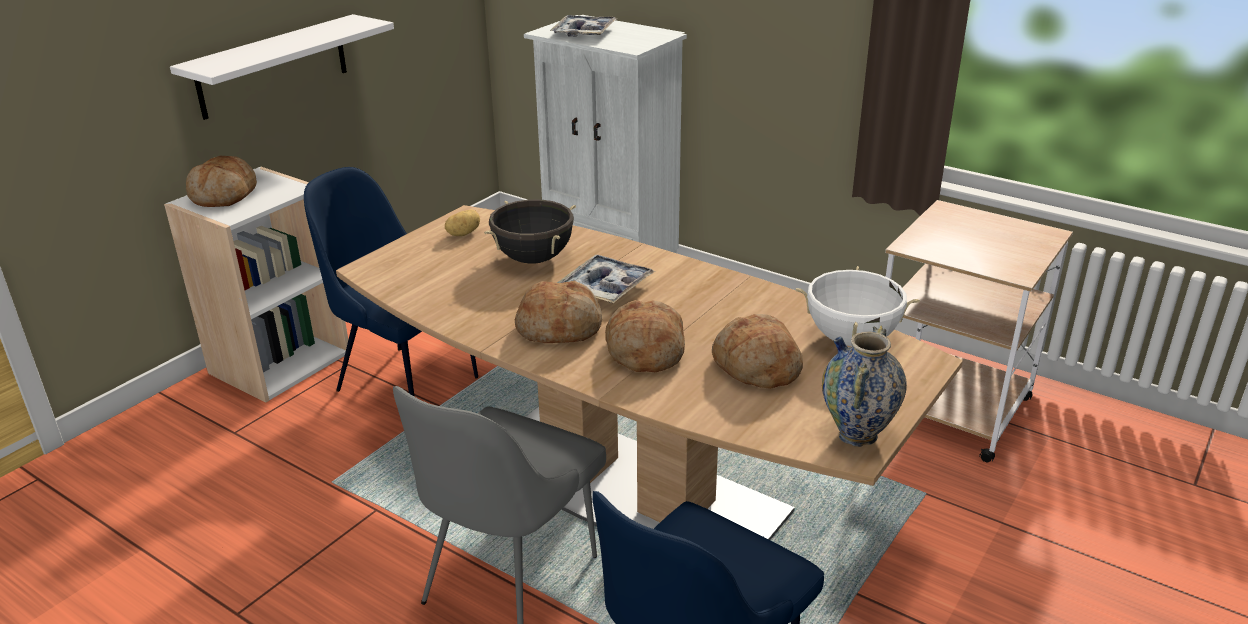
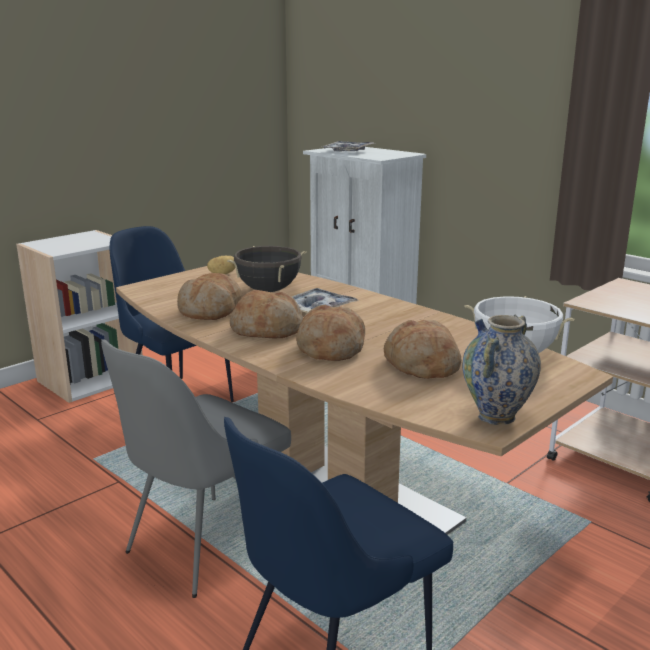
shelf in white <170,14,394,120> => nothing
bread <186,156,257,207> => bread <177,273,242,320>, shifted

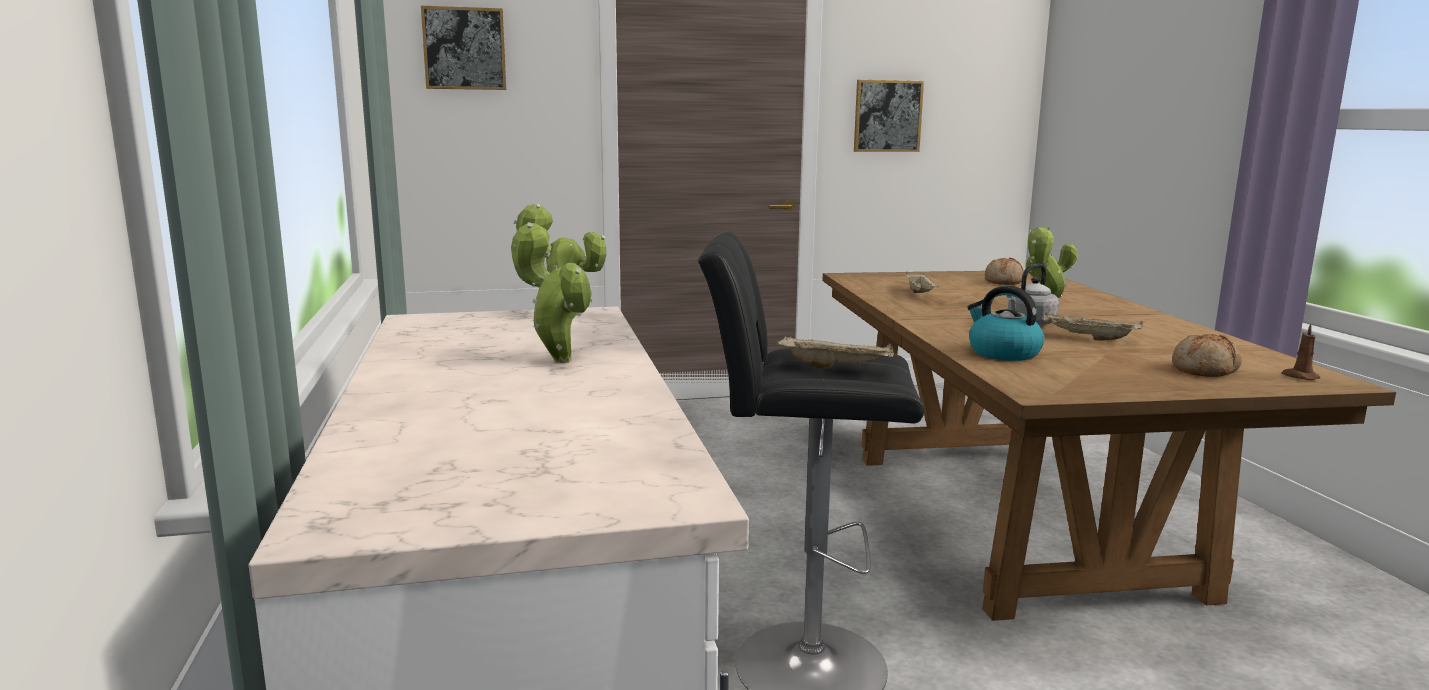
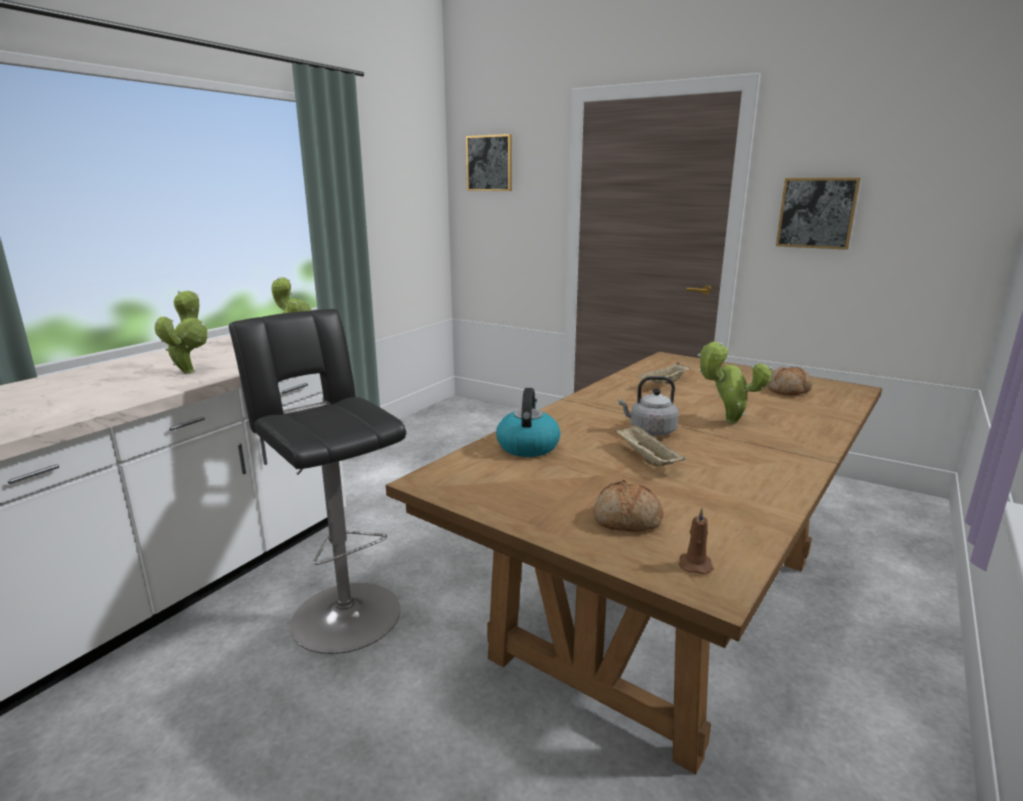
tray in beige <777,336,894,369> => nothing

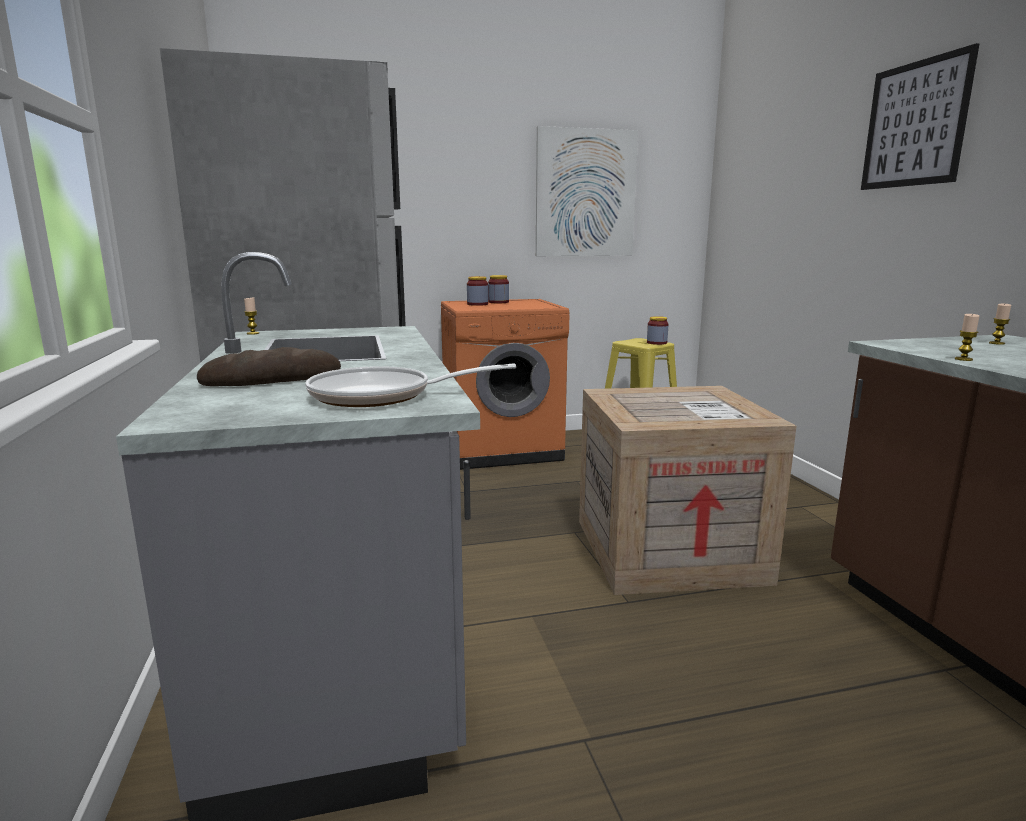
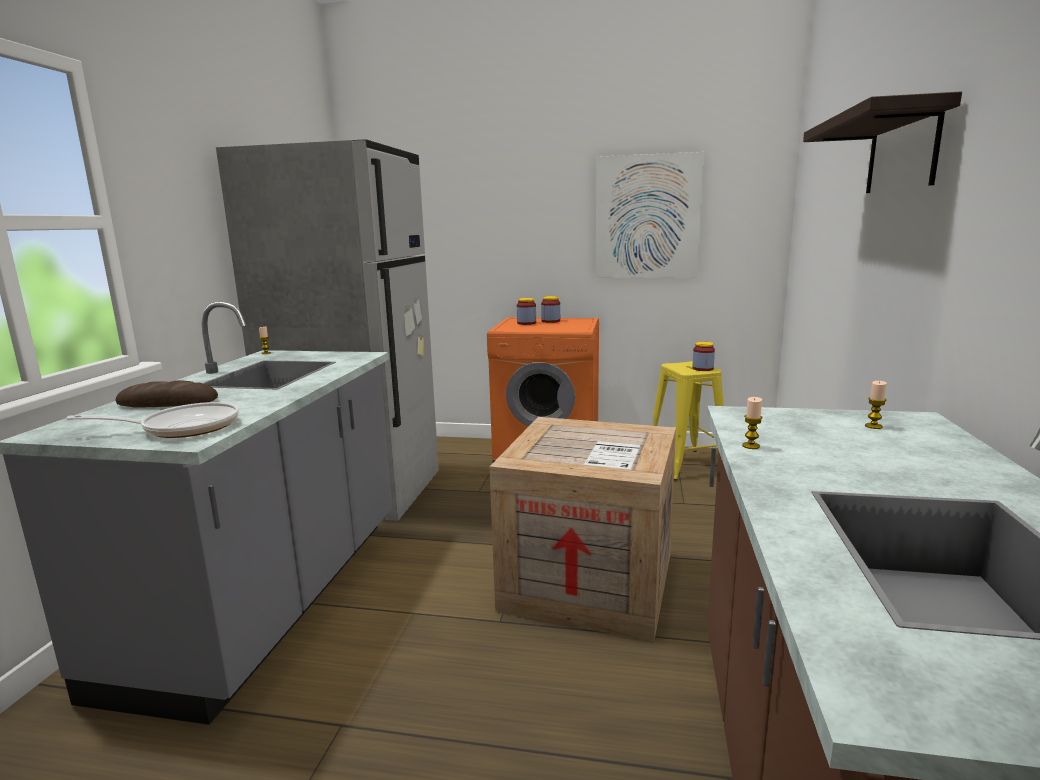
picture <861,43,979,190> => shelf <803,92,962,193>
frying pan <305,363,516,407> => frying pan <66,402,239,438>, 150 degrees clockwise

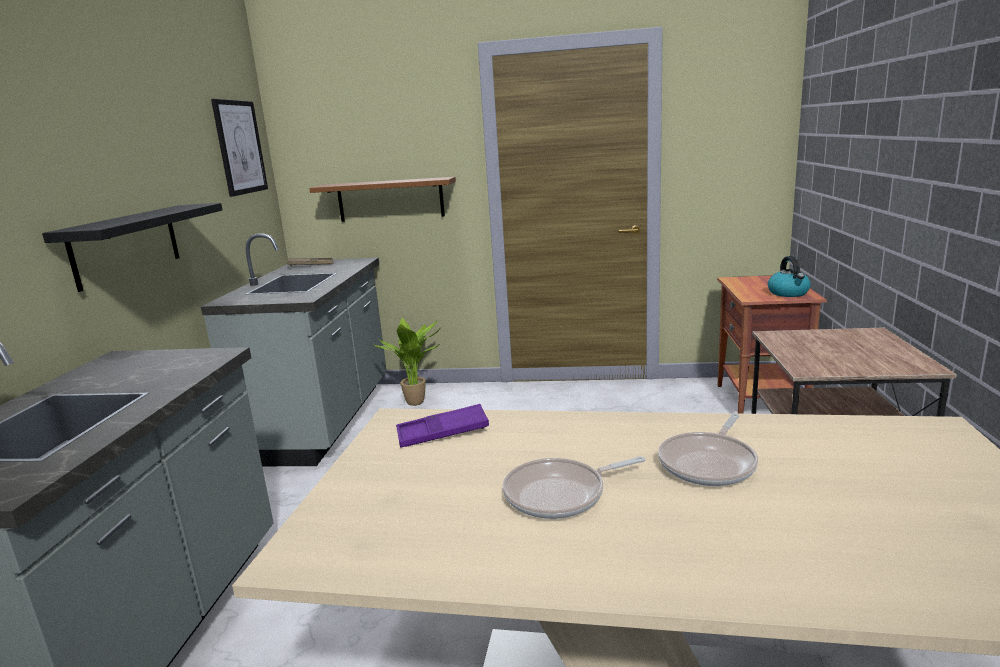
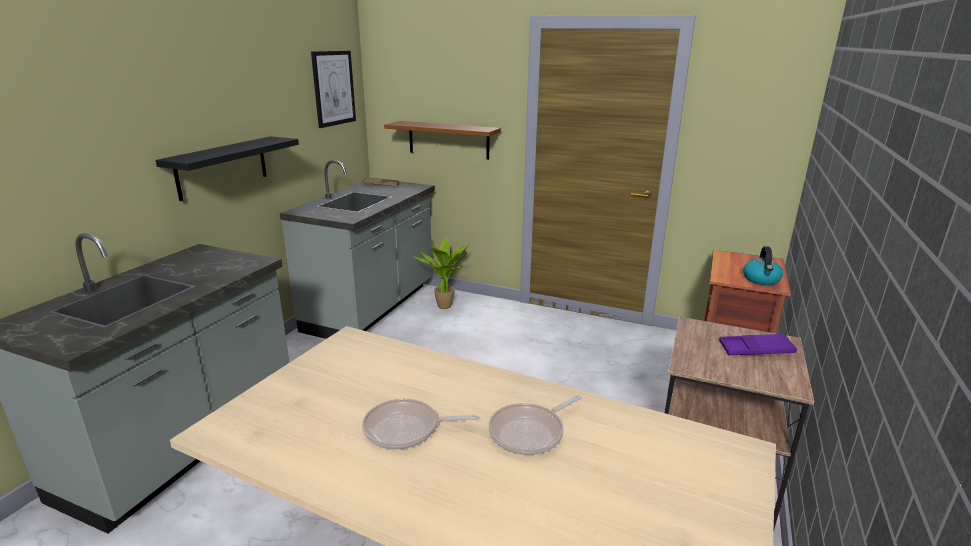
tray in purple <396,404,489,447> => tray in purple <719,334,797,355>, shifted

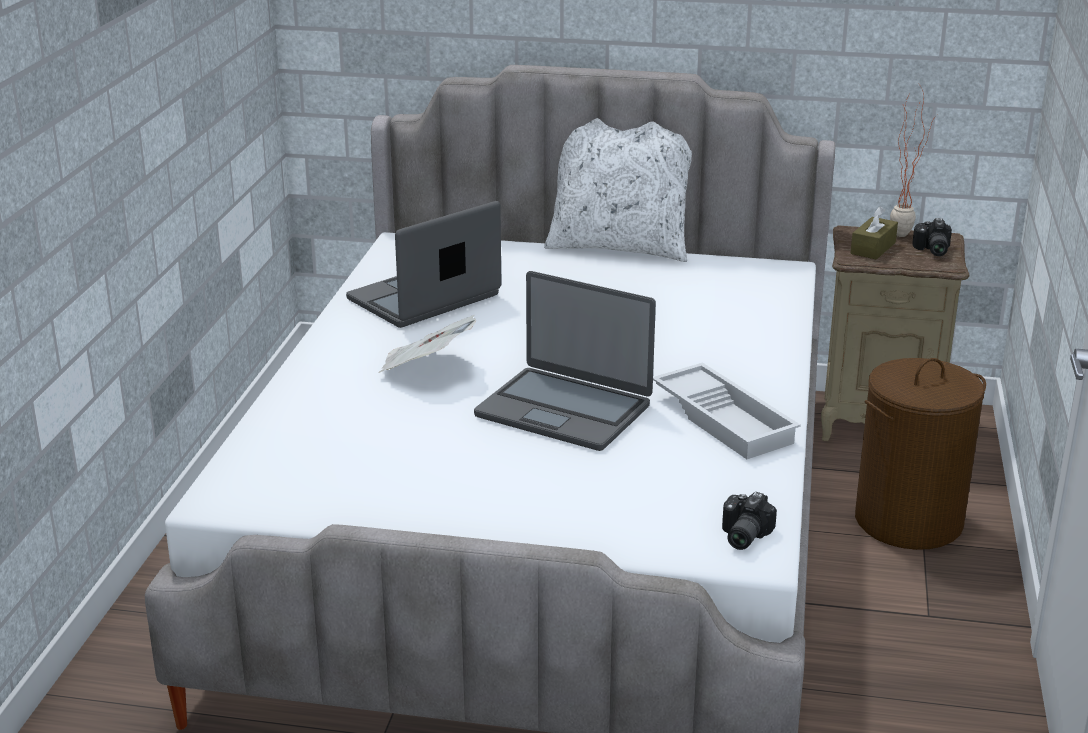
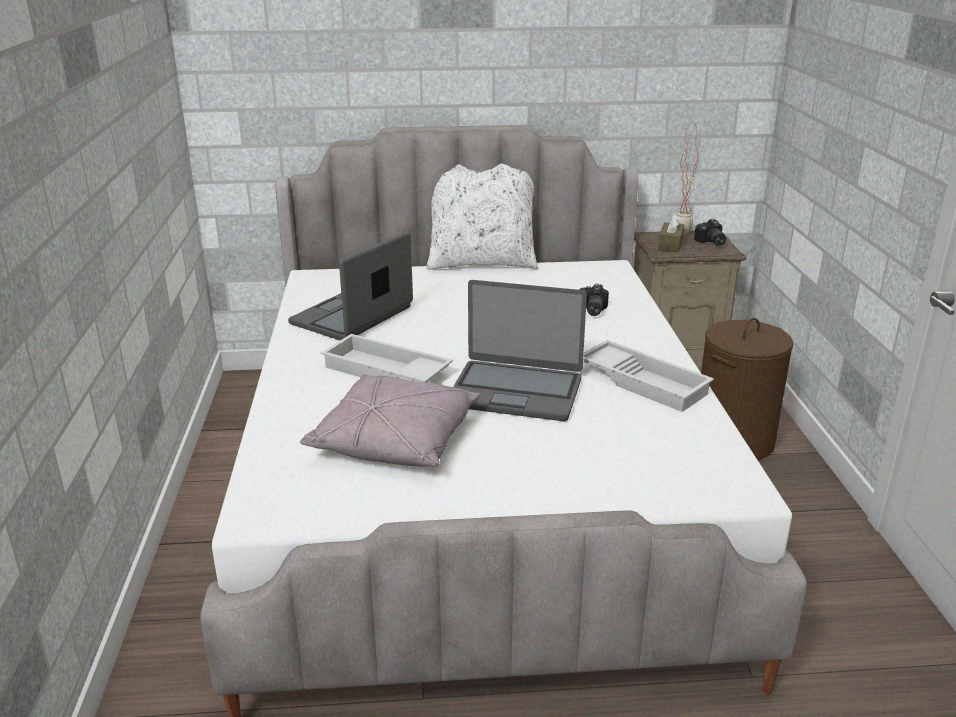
newspaper <378,315,477,373> => tray in white <321,334,453,383>
photo camera <722,492,777,550> => photo camera <580,284,609,316>, shifted
nothing => pillow in purple <300,374,481,466>

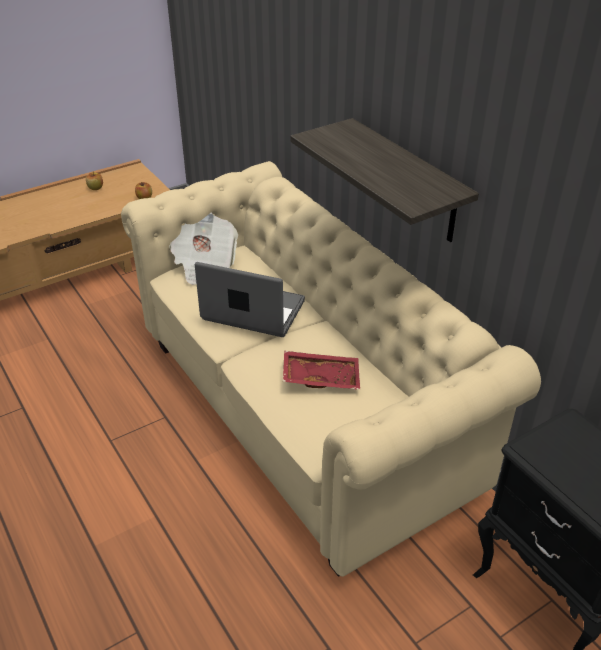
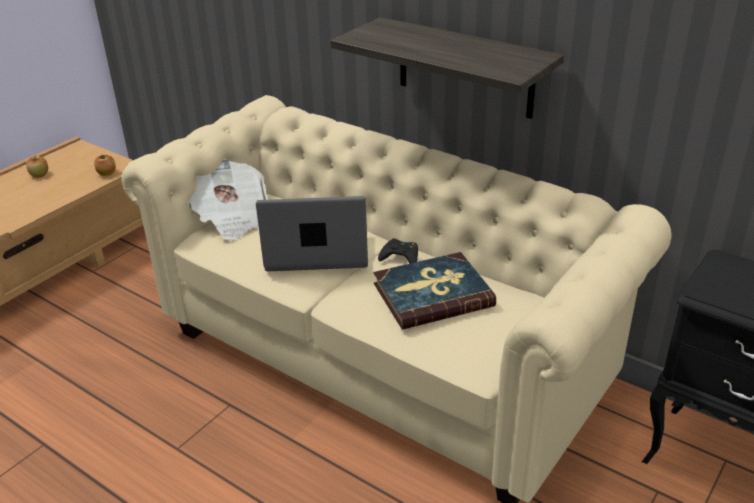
tray in red <283,351,360,390> => book <373,252,496,330>
nothing => game controller in black <378,238,418,264>

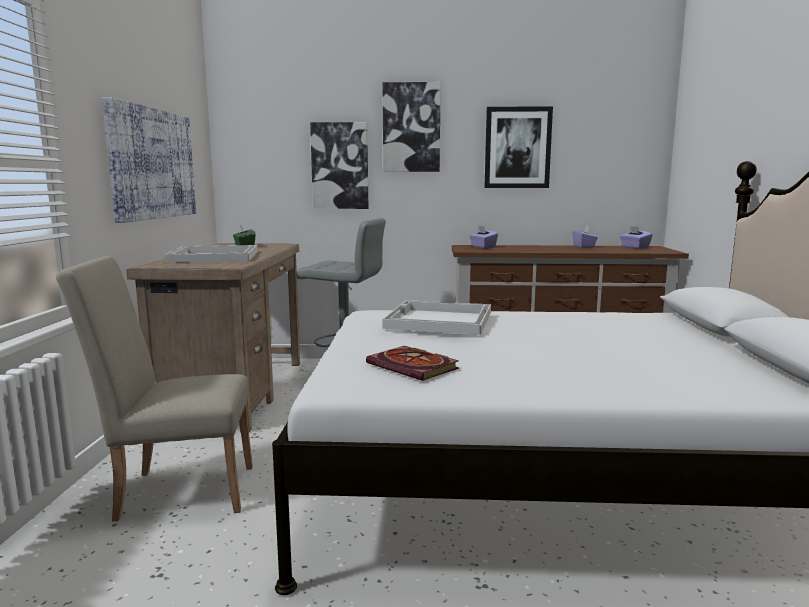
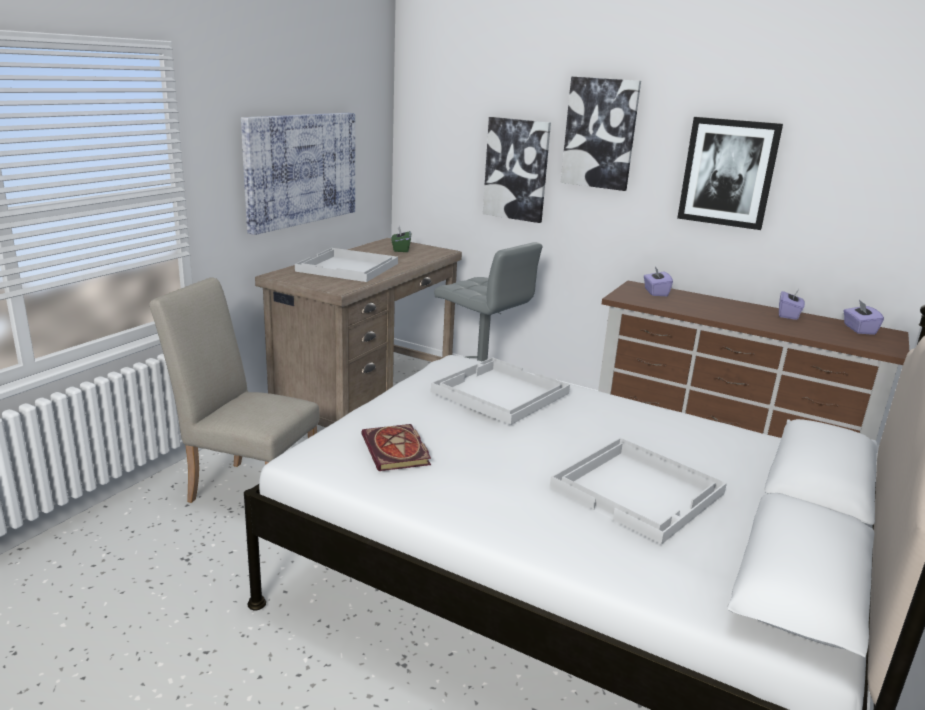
nothing => tray in white <550,438,727,545>

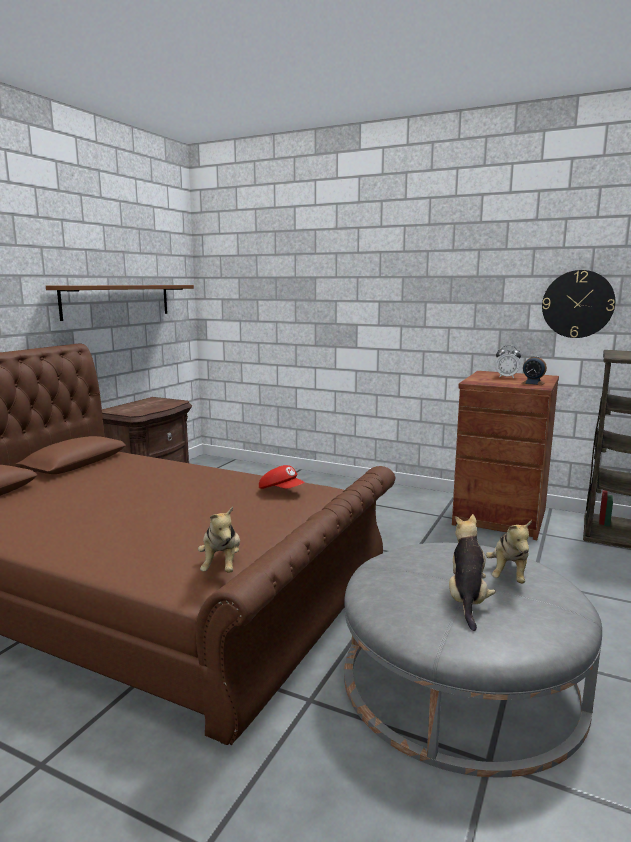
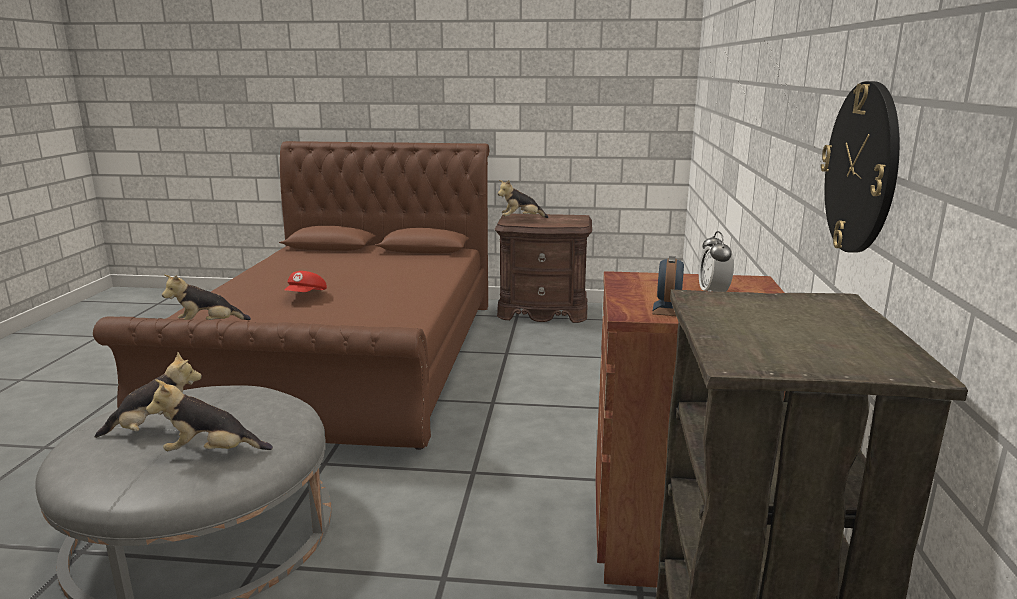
shelf in brown <46,285,194,321> => nothing
cap in red <259,465,305,489> => cap in red <284,271,327,292>, shifted
nothing => plush toy <498,180,549,218>

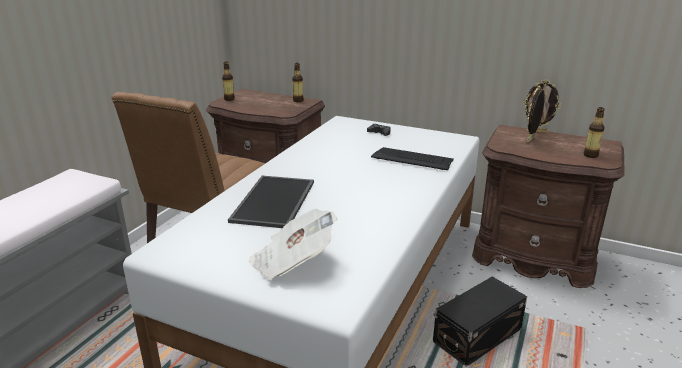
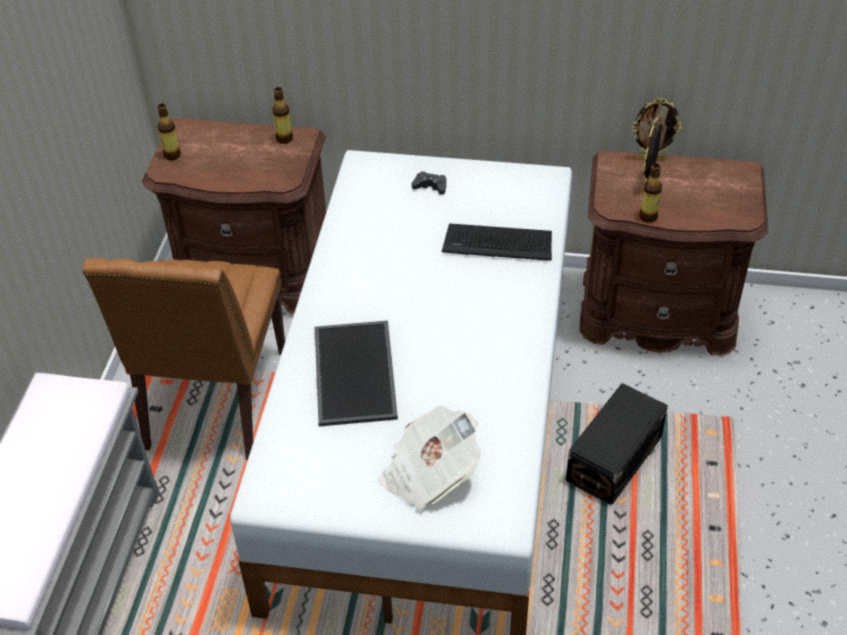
bottle <584,107,605,158> => bottle <639,163,662,222>, shifted

